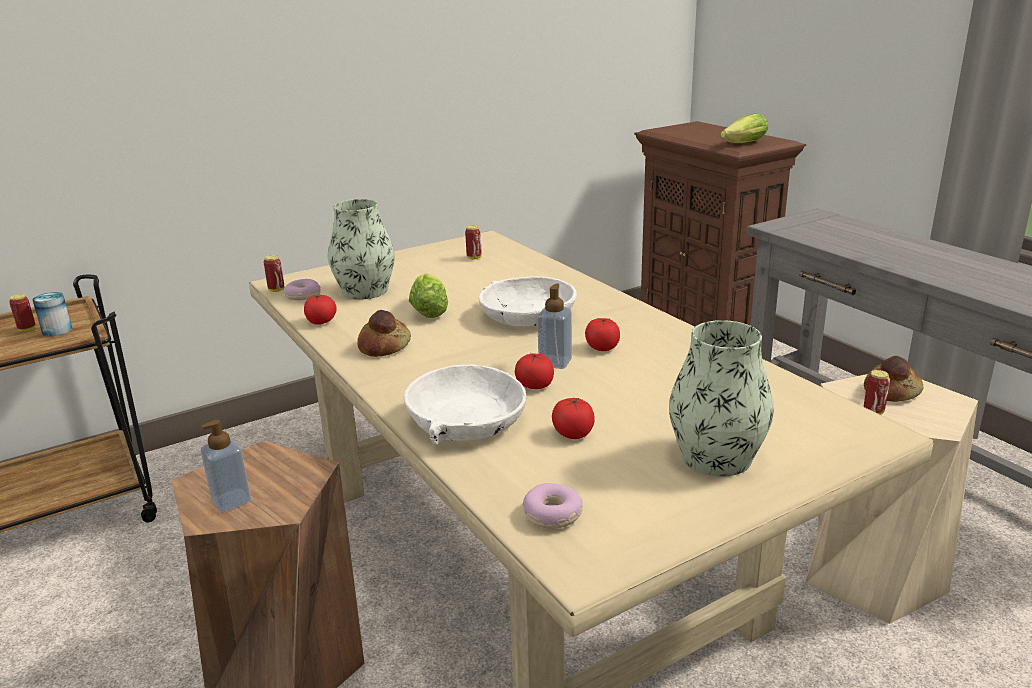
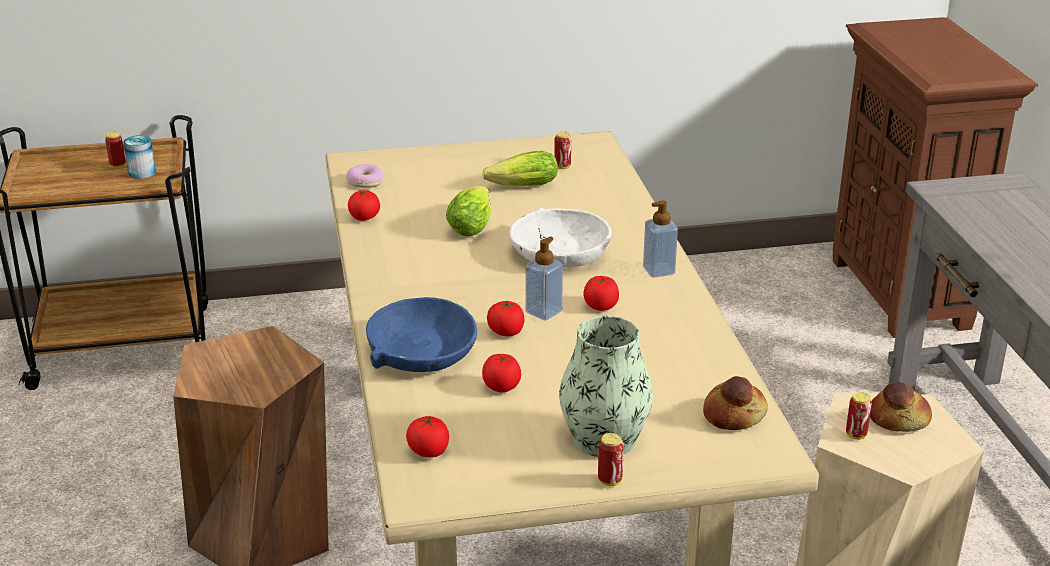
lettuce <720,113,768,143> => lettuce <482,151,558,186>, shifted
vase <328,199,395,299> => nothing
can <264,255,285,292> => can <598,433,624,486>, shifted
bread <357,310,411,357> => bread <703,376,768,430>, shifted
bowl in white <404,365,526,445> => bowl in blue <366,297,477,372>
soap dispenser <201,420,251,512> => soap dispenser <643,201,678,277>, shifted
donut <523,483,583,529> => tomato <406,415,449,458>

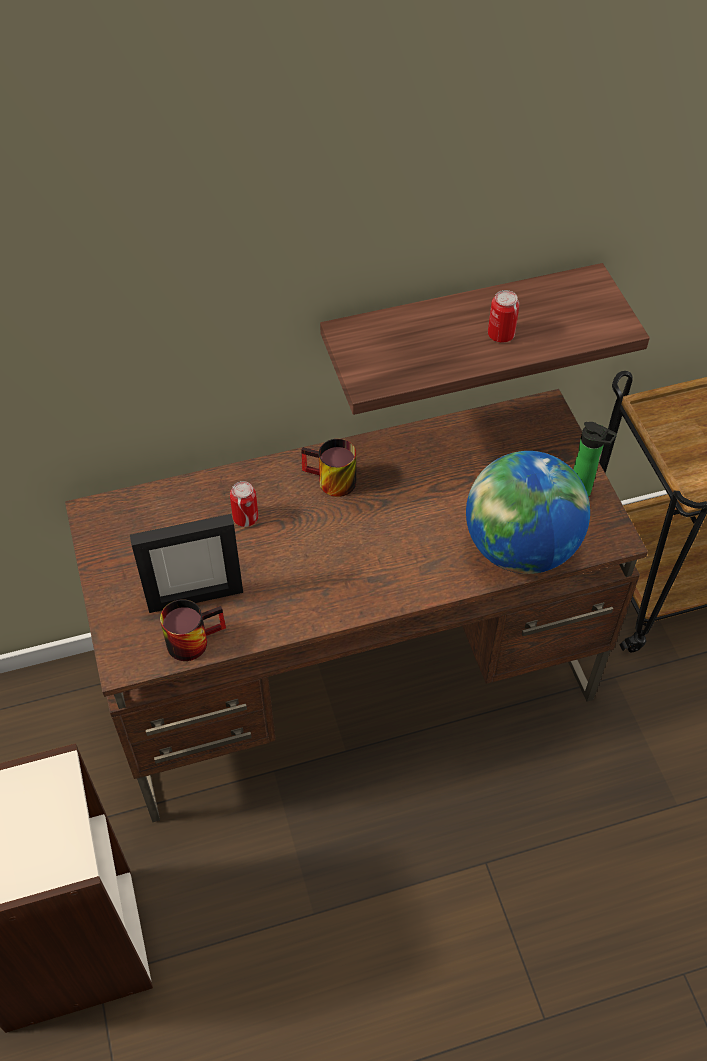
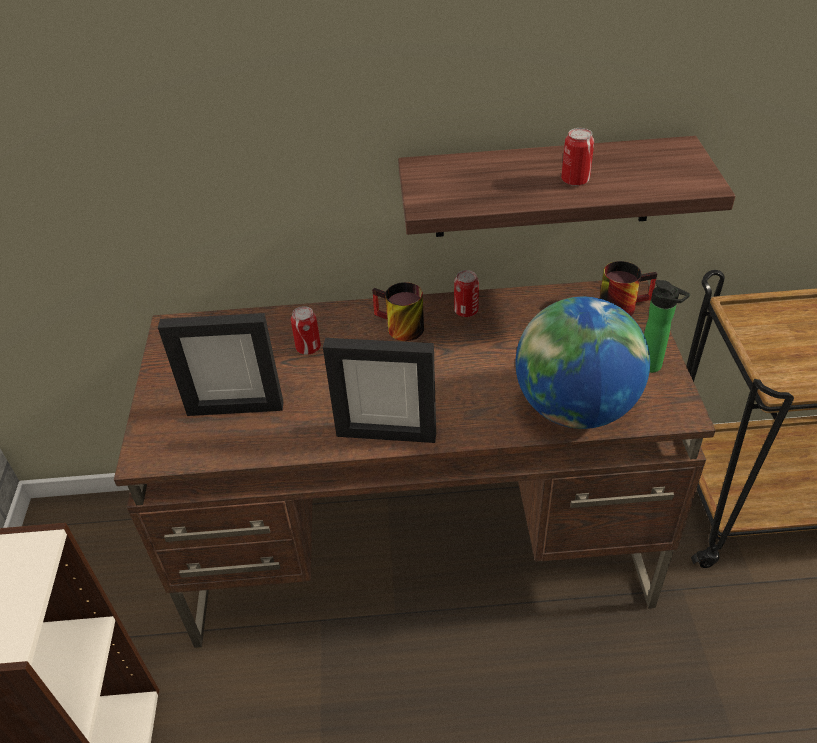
mug <160,599,226,661> => mug <599,261,657,316>, shifted
nothing => can <454,270,479,317>
nothing => picture frame <323,338,436,443>

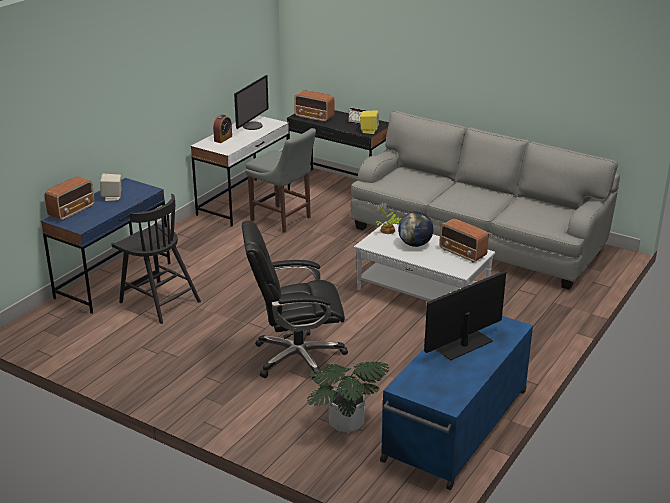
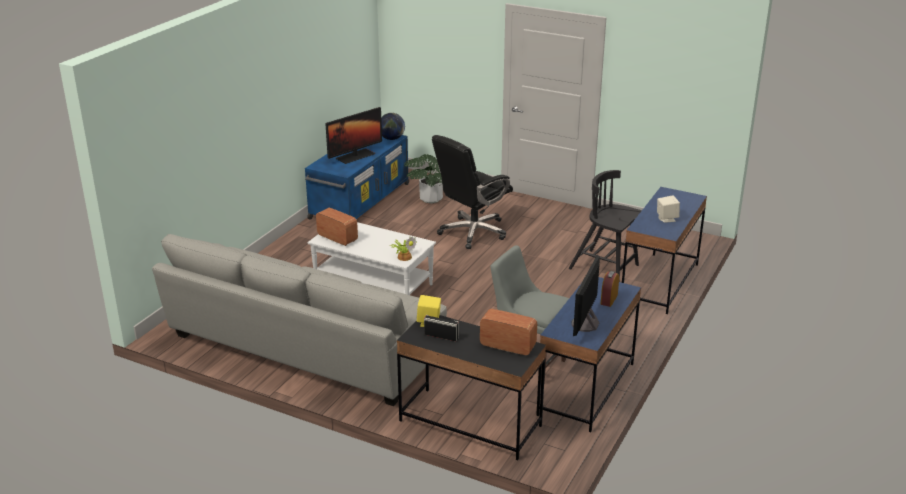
desk in white <191,115,290,227> => desk in blue <536,277,641,432>
radio <45,176,95,221> => nothing
globe <398,211,434,247> => globe <381,113,405,140>, shifted
office chair in black <242,221,348,378> => office chair in black <432,135,513,249>, 150 degrees clockwise

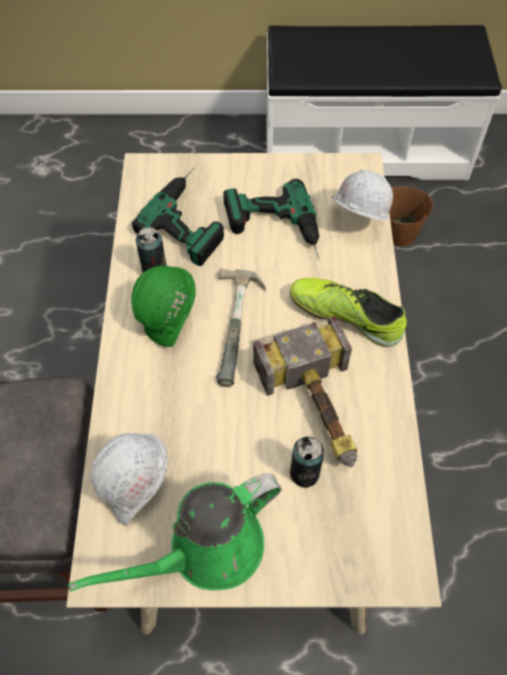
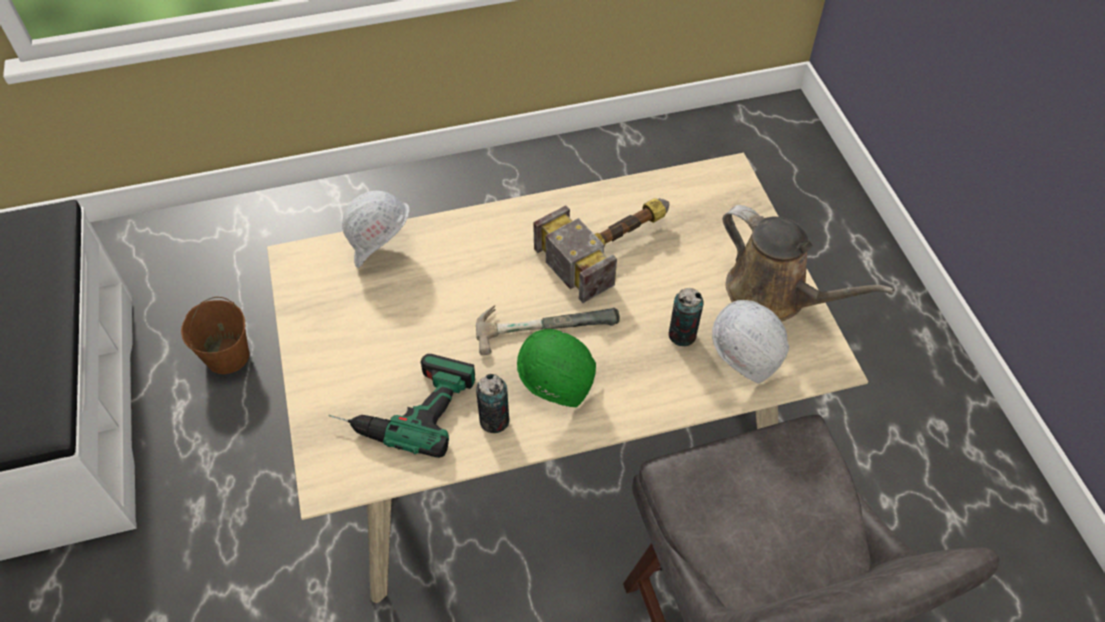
power drill <223,179,319,259> => nothing
shoe <290,278,407,347> => nothing
can <290,437,324,488> => can <669,288,704,346>, shifted
watering can in green <68,473,282,591> => watering can in brown <723,205,894,322>

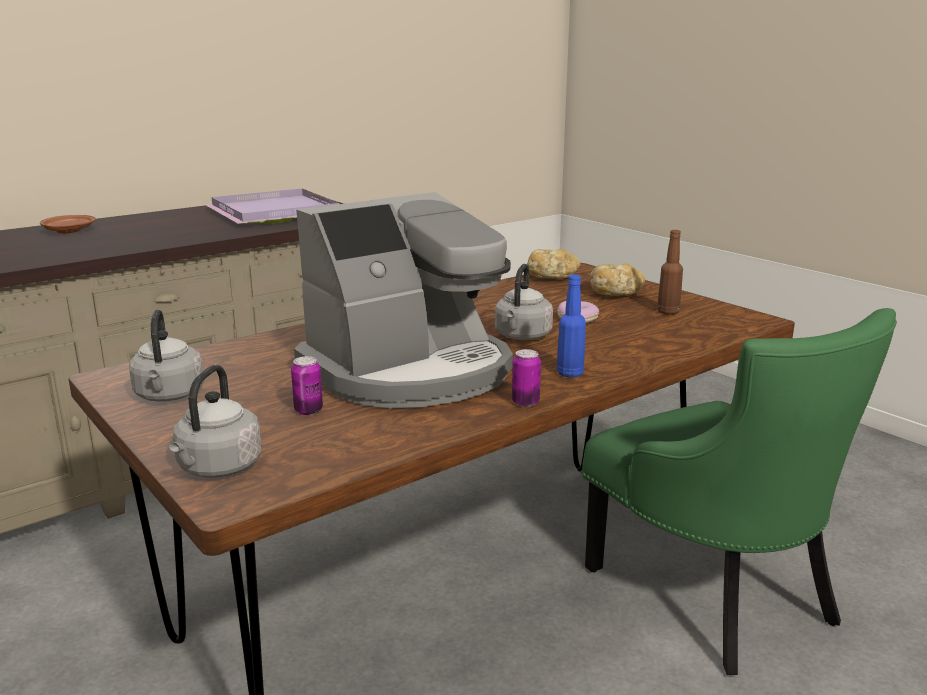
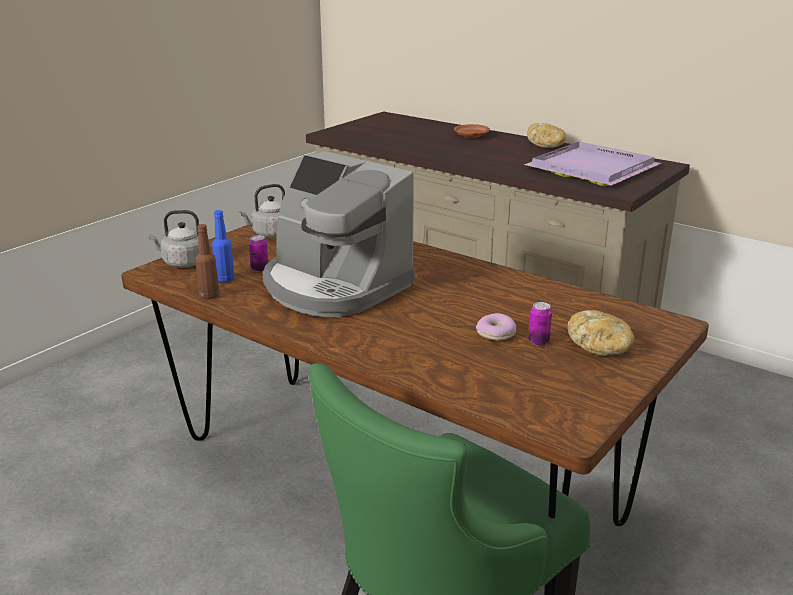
bottle in brown <657,230,683,315> => bottle in brown <196,224,219,299>, shifted
bread <527,249,580,279> => bread <527,123,566,148>, shifted
kettle in grey <495,264,553,340> => nothing
bottle in blue <557,274,586,377> => bottle in blue <212,210,235,282>, shifted
can <512,349,541,407> => can <528,302,552,346>, shifted

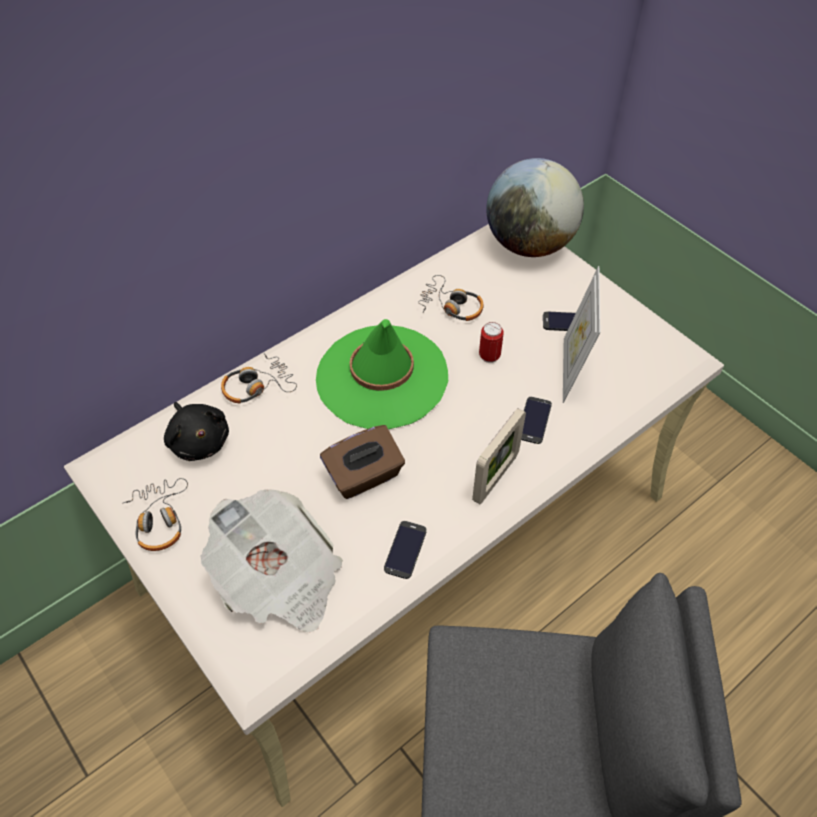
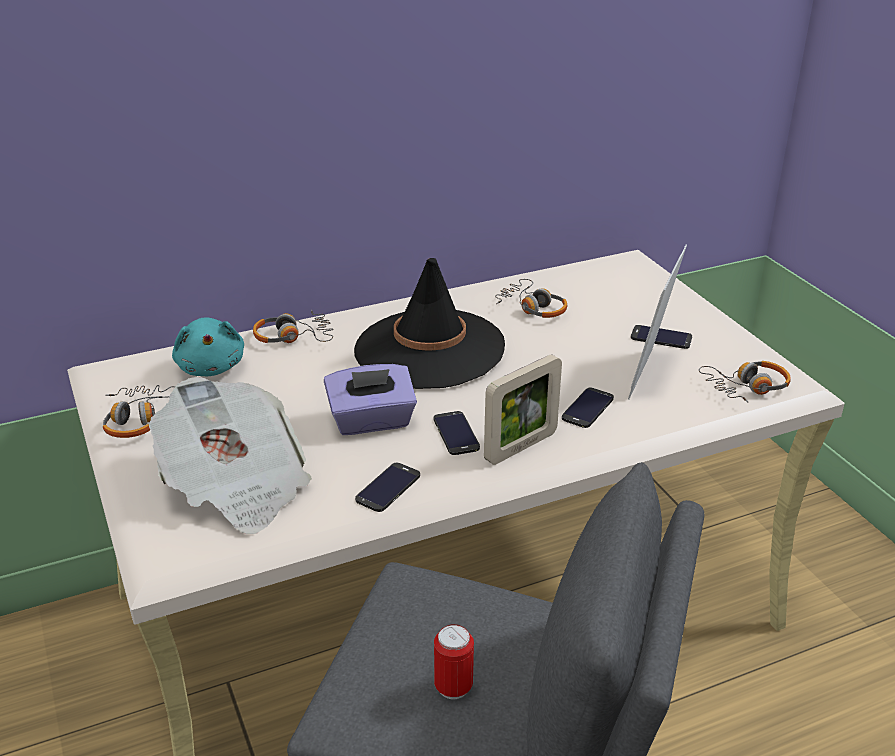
globe <486,158,584,257> => nothing
hat in green <316,319,448,429> => hat in black <354,258,505,389>
can <479,322,504,363> => can <434,624,474,699>, shifted
plush toy in black <164,402,229,461> => plush toy in turquoise <172,317,244,376>
tissue box in brown <320,425,405,499> => tissue box in purple <324,364,417,435>
nothing => headphones <699,361,791,402>
nothing => phone <434,411,480,455>

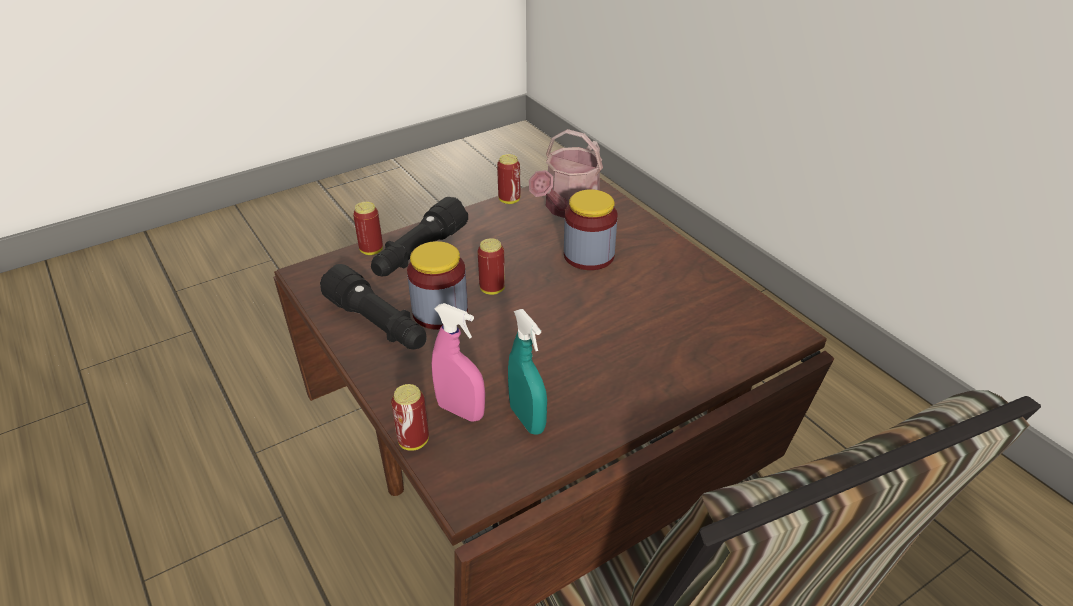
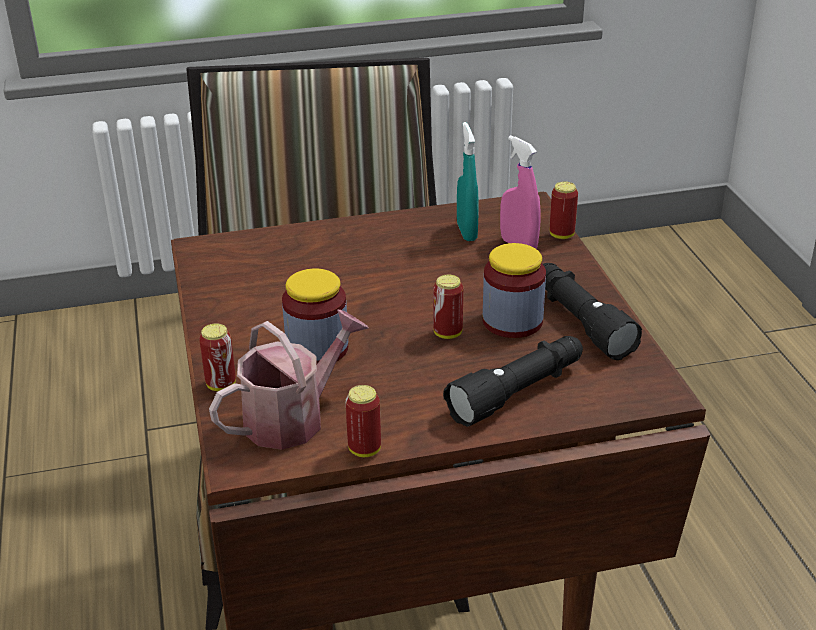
can <353,202,383,255> => can <199,323,236,391>, shifted

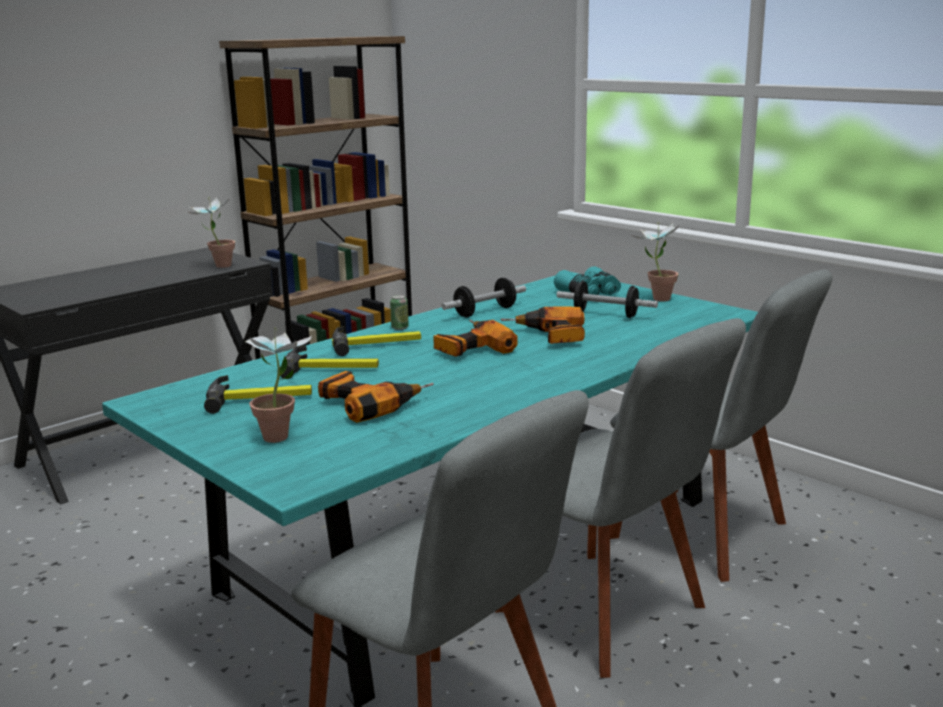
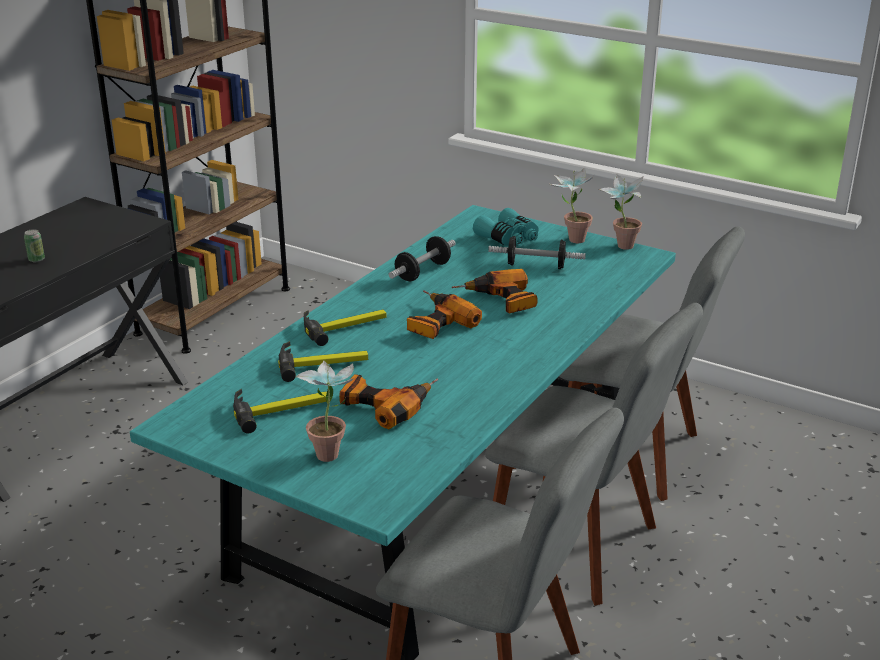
potted plant <189,197,235,268> => potted plant <599,174,643,250>, shifted
can <390,295,409,330> => can <24,229,45,262>, shifted

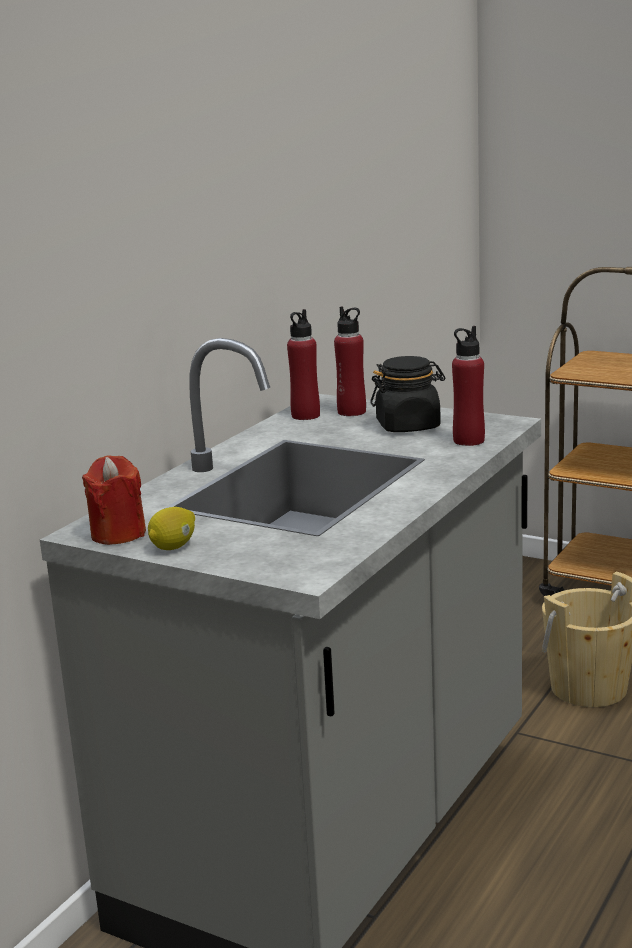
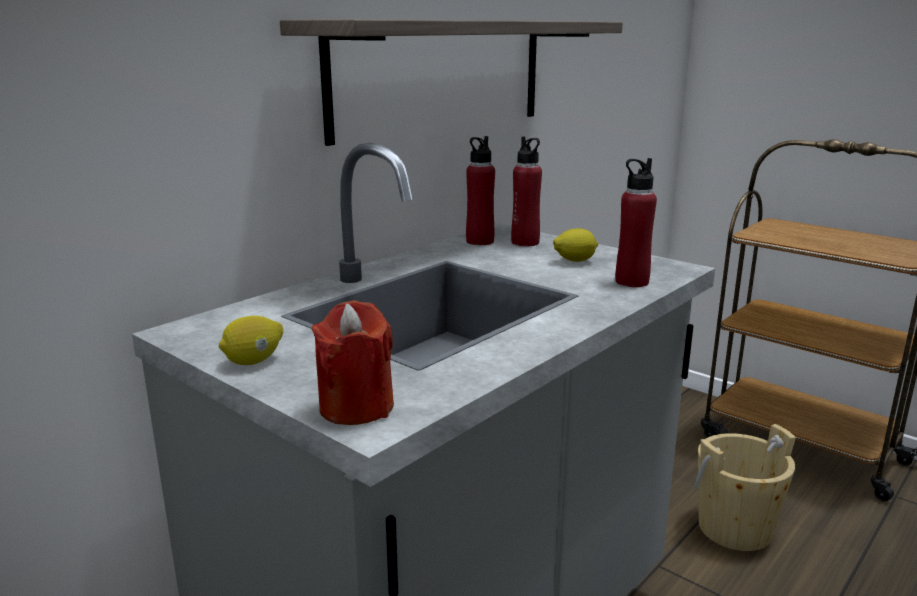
jar in black <370,356,445,432> => lemon <553,228,598,262>
candle in red <82,455,146,545> => candle in red <311,300,394,425>, shifted
nothing => shelf <280,19,623,146>

